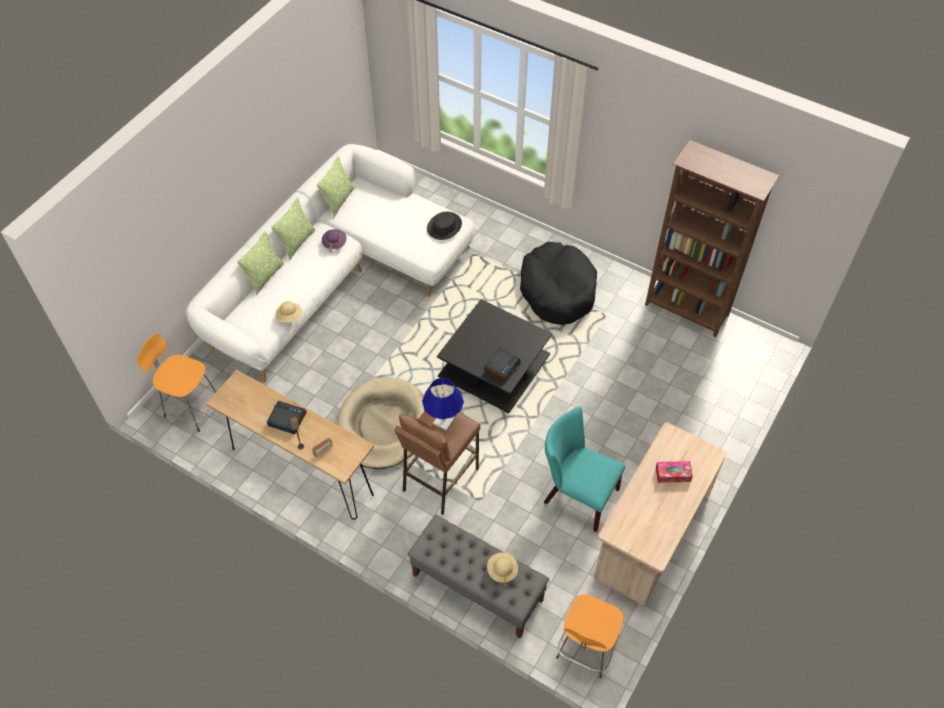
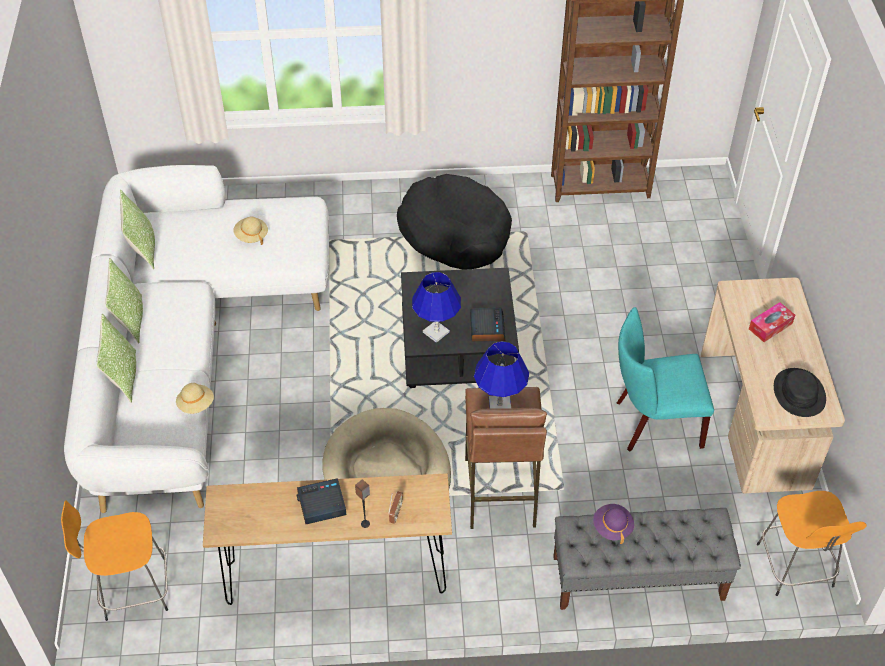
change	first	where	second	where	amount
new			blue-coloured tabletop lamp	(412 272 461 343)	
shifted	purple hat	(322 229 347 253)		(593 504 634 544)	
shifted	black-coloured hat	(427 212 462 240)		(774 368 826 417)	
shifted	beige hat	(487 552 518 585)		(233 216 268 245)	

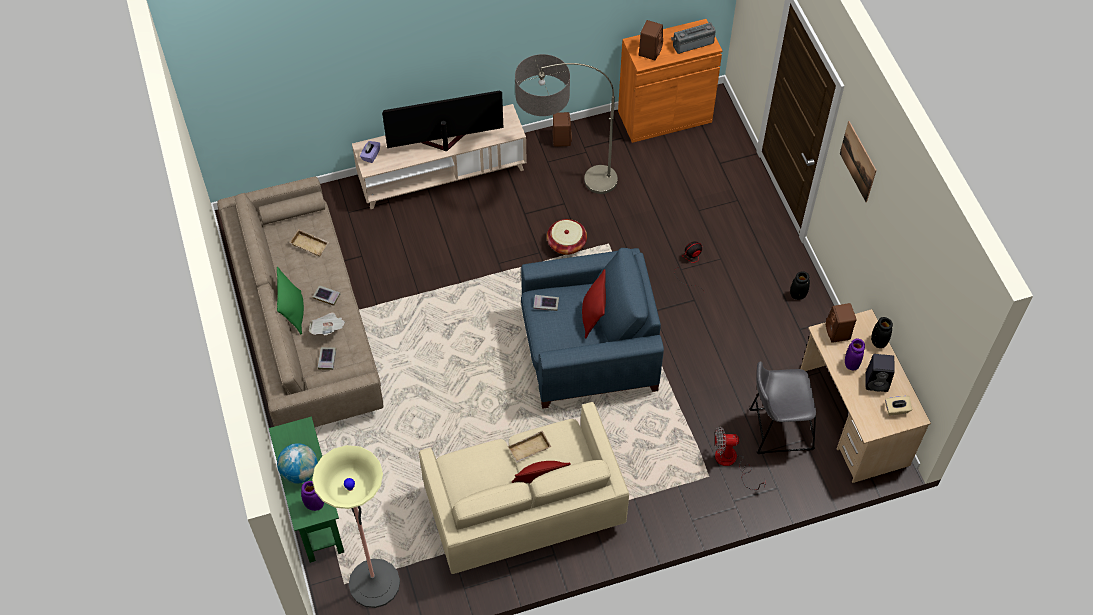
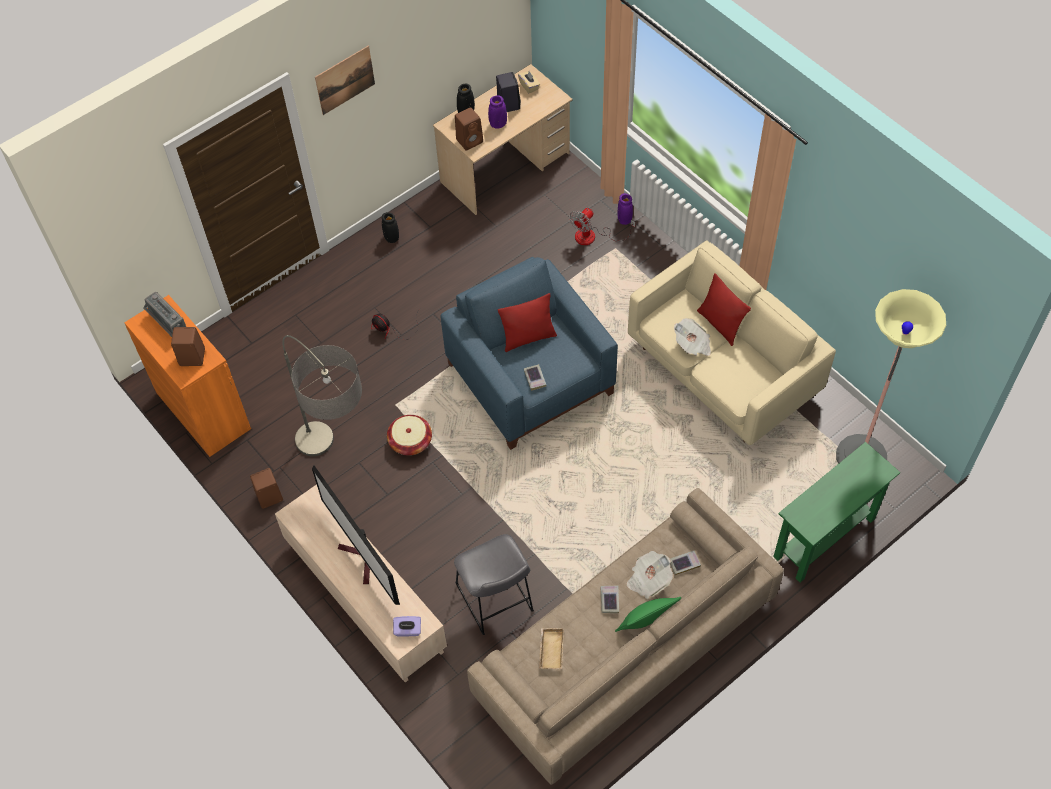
change	first	where	second	where	amount
gone	world globe	(277 443 318 484)			
shifted	purple flower vase	(301 481 324 511)		(617 193 633 225)	
shifted	grey stool	(749 361 816 454)		(454 534 534 635)	
swapped	beige tray	(508 431 551 463)	newspaper	(674 318 711 356)	
rotated	cooling fan	(715 427 766 490)		(570 208 635 245)	60 degrees clockwise

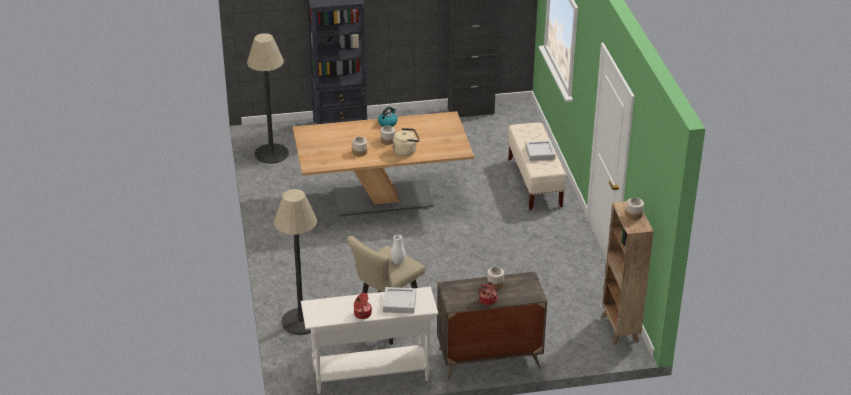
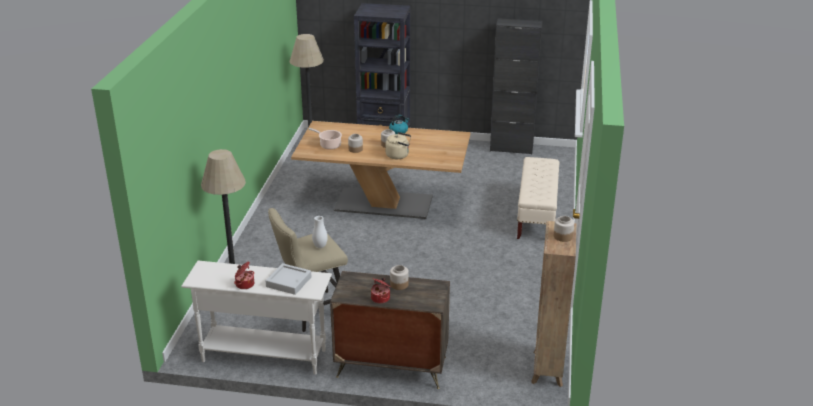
change	first	where	second	where	amount
gone	grey tray	(525 140 556 161)			
new			stockpot	(309 128 342 150)	

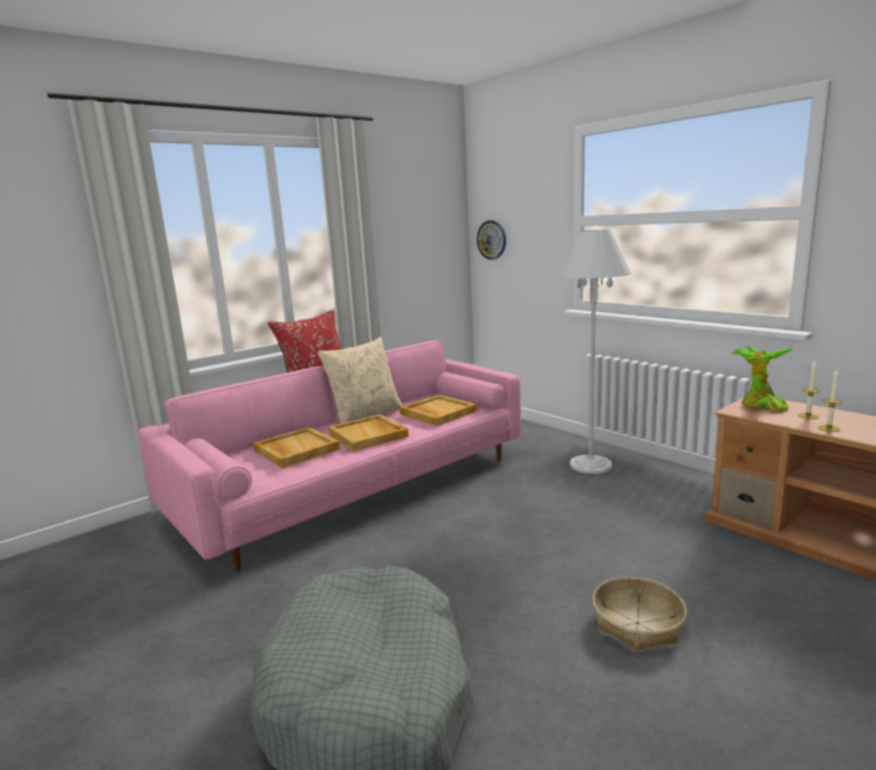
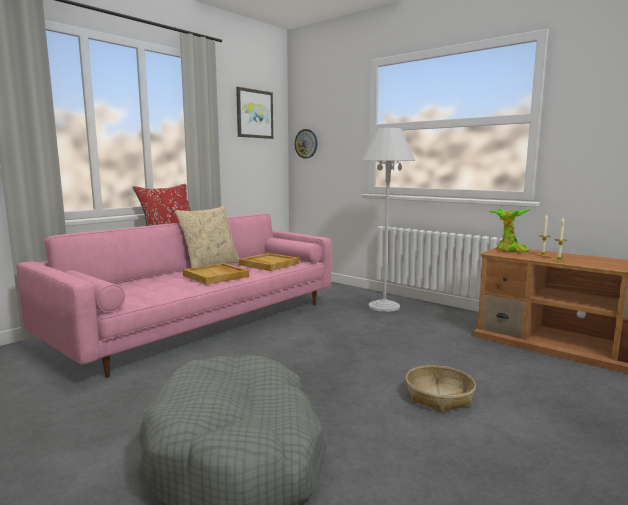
change	first	where	second	where	amount
gone	beige tray	(253 427 340 468)			
new			wall art	(236 87 273 139)	

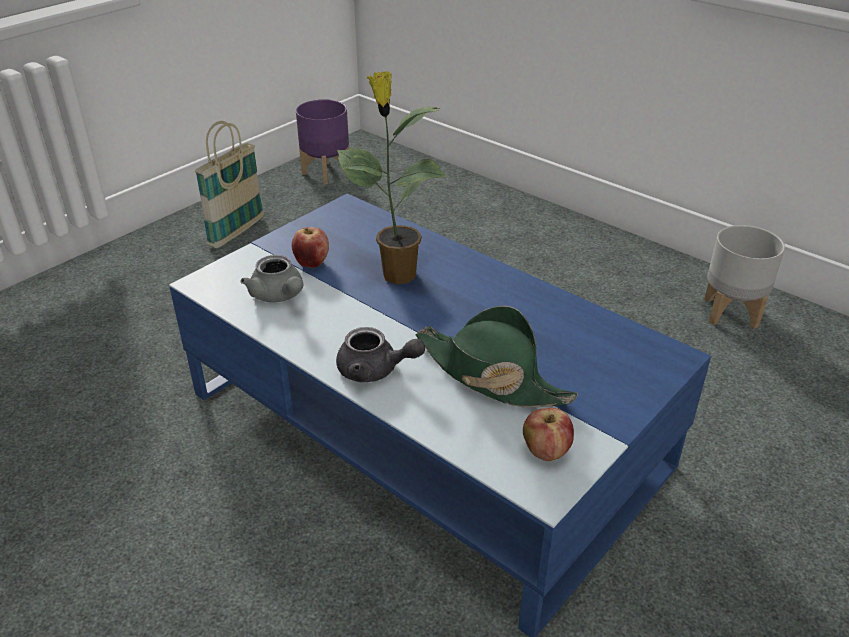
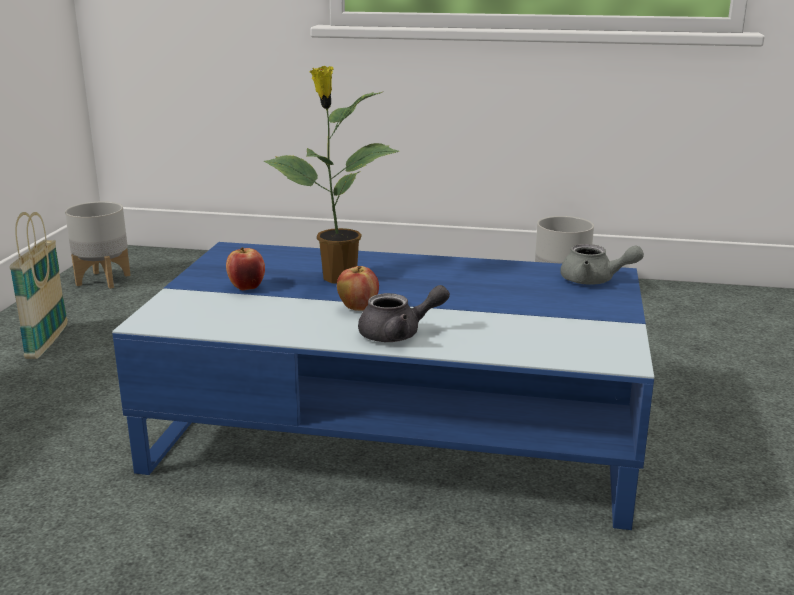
change	first	where	second	where	amount
gone	greenish hat	(416 306 578 407)			
shifted	grey tea pot	(240 255 304 303)		(560 244 644 285)	
shifted	apple	(523 408 574 461)		(337 266 379 311)	
repainted	purple planter	(296 99 349 184)	grey planter	(65 202 131 289)	

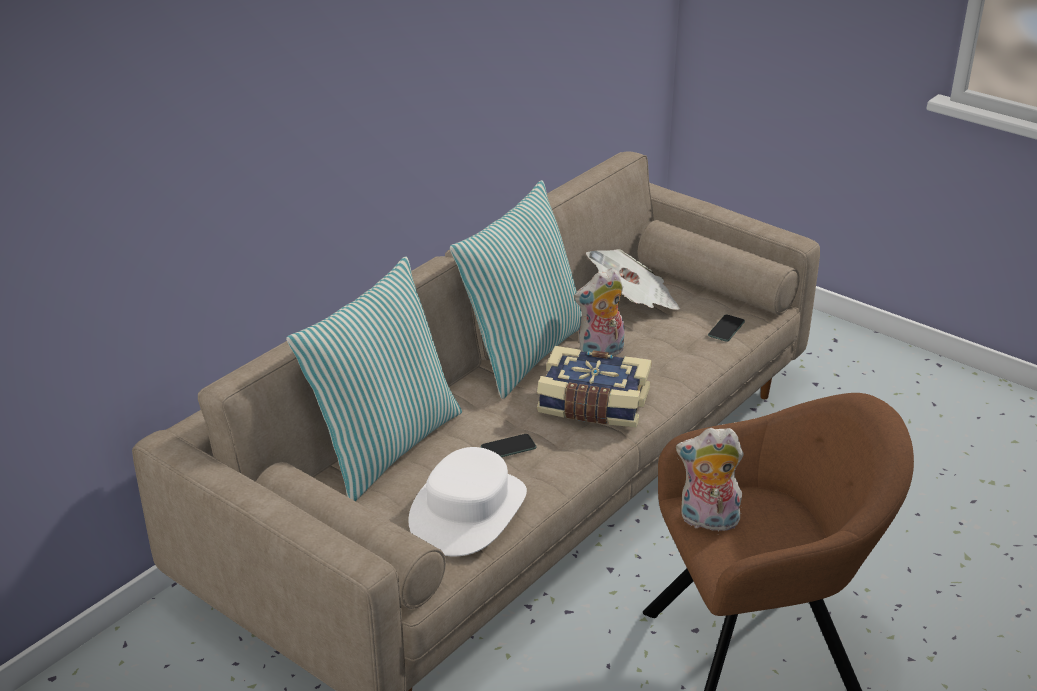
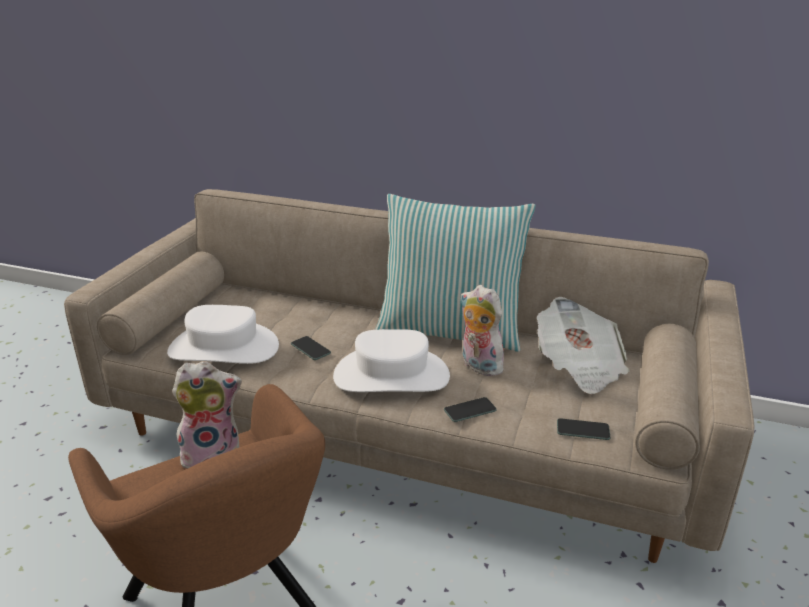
change	first	where	second	where	amount
gone	cushion	(286 256 462 501)			
new			phone	(444 397 497 422)	
swapped	volume	(537 346 652 427)	whitish hat	(333 329 450 392)	
rotated	soft toy	(676 428 744 531)		(172 361 242 469)	90 degrees clockwise

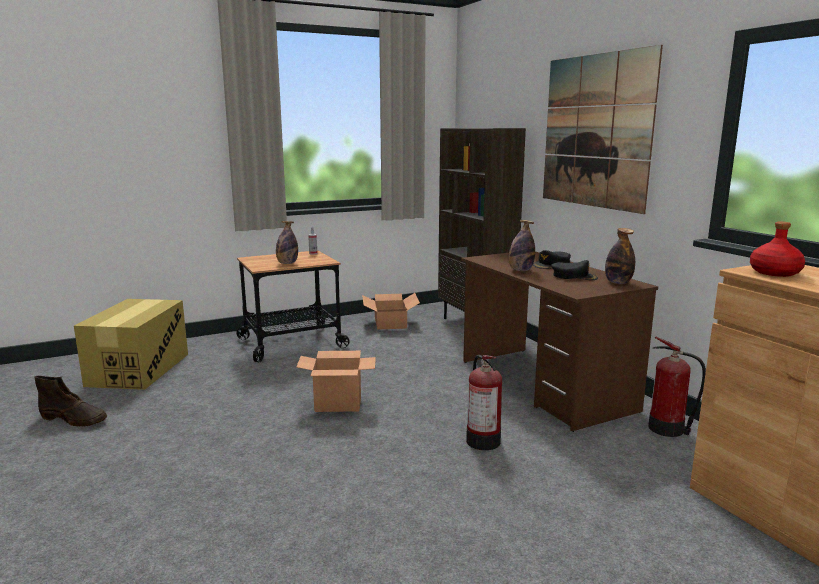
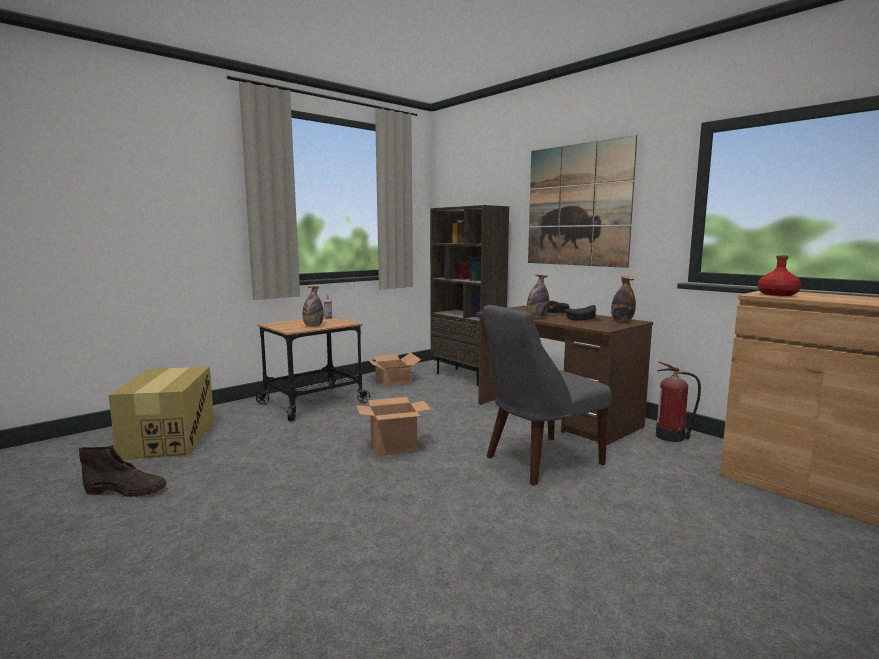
change	first	where	second	where	amount
swapped	extinguisher	(466 355 502 450)	grey plain chair	(483 305 611 486)	

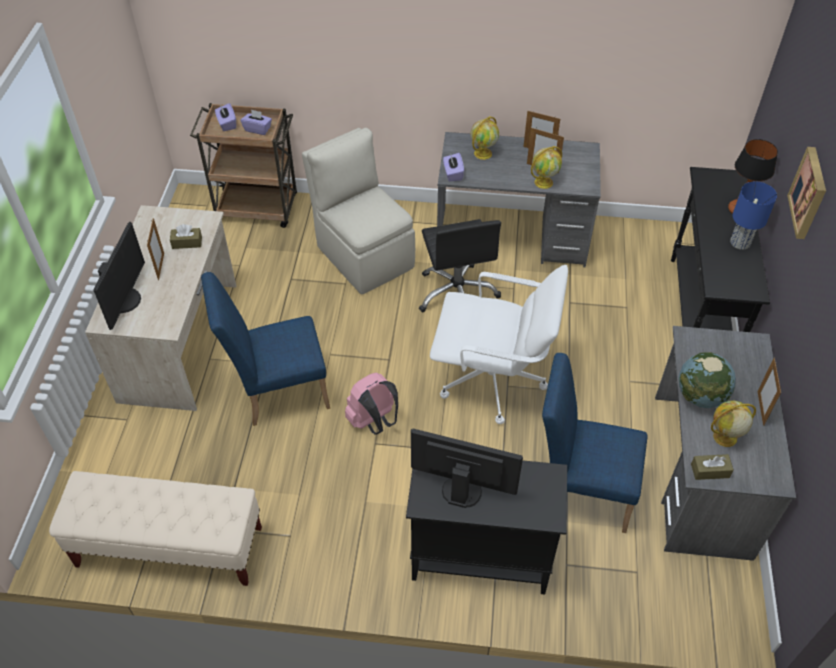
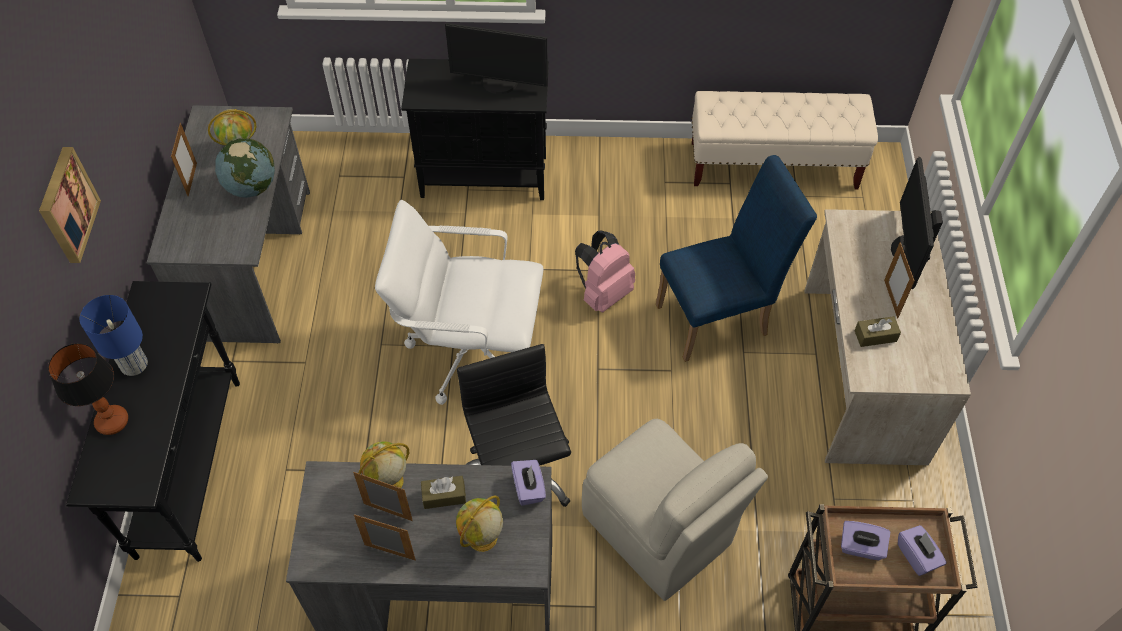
change	first	where	second	where	amount
gone	blue-coloured plain chair	(542 353 648 533)			
shifted	brown tissue box	(691 454 734 480)		(421 476 466 509)	

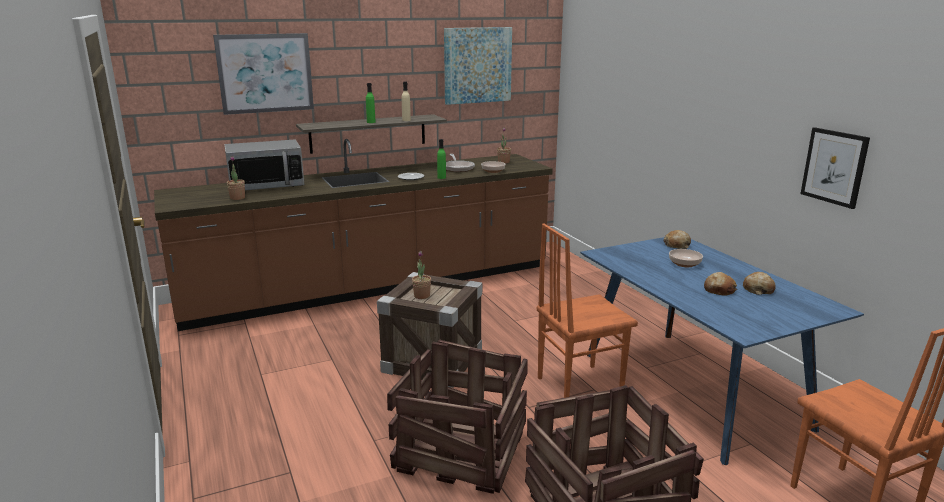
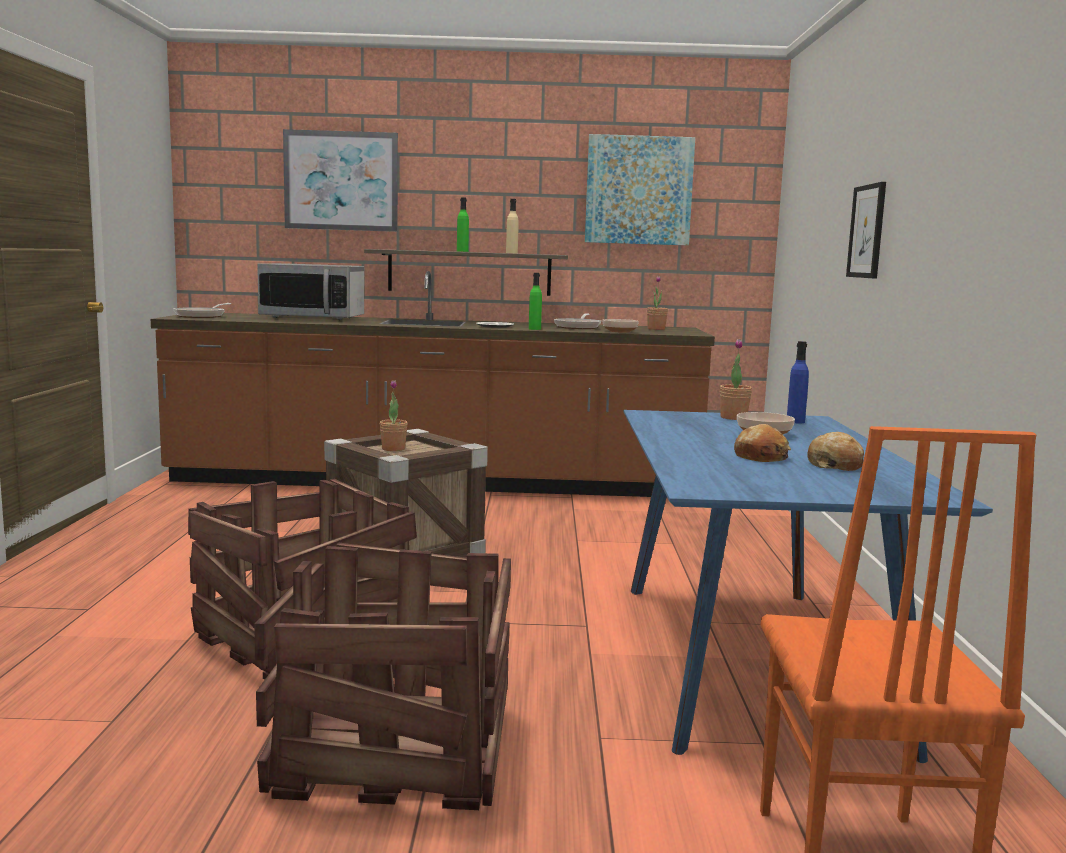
change	first	where	second	where	amount
gone	orange plain chair	(537 223 638 398)			
new			skillet	(173 303 231 318)	
shifted	plant in a pot	(227 156 245 200)		(720 339 752 420)	
shifted	wall art	(800 127 870 209)		(846 182 886 279)	
swapped	bakery bread	(663 230 691 249)	blue-coloured beverage bottle	(787 341 809 423)	

